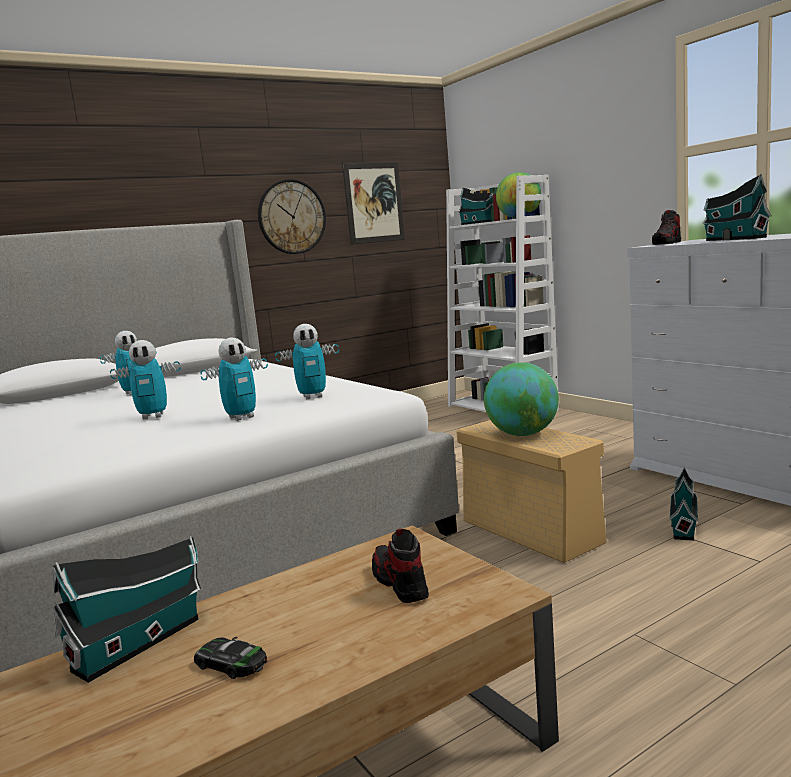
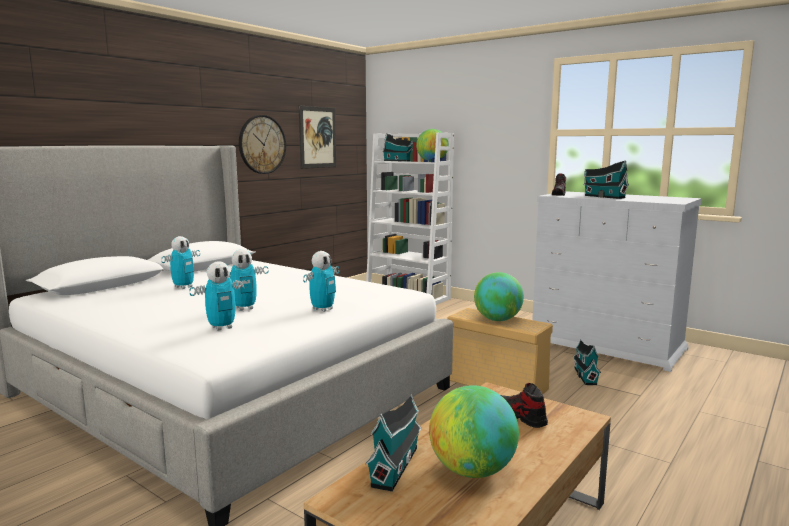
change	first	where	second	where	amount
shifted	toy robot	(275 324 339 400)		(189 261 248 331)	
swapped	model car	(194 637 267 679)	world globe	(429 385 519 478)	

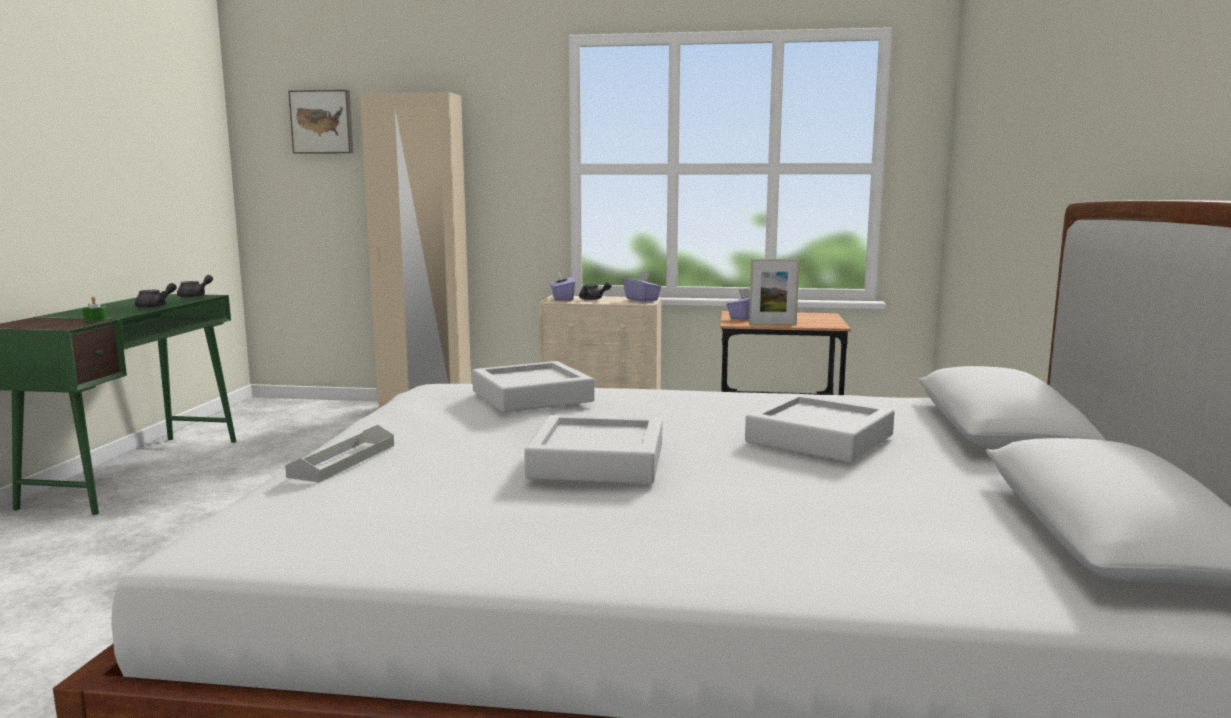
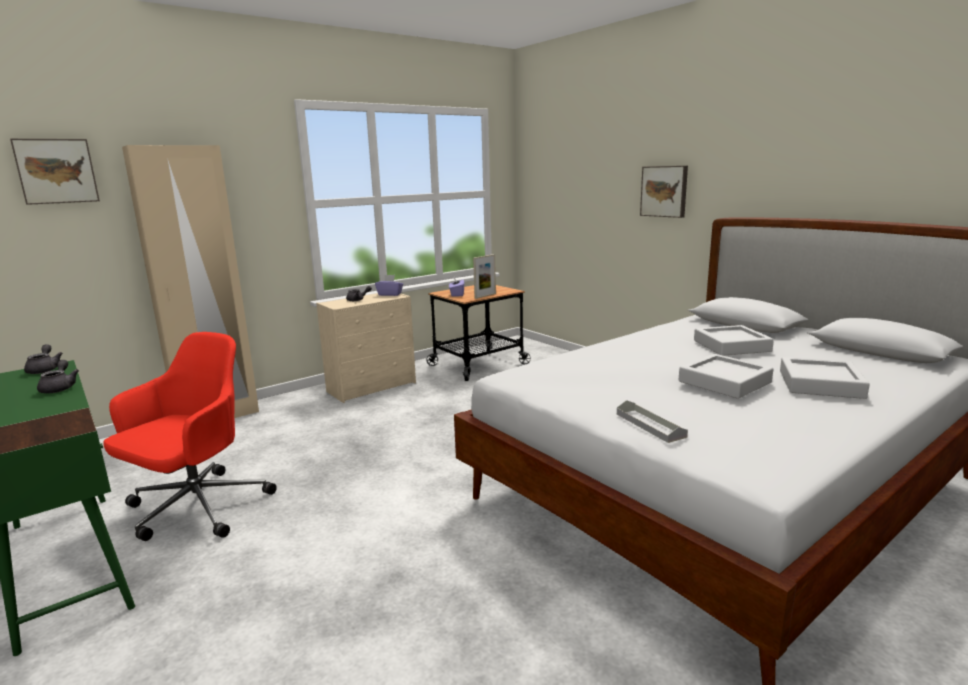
change	first	where	second	where	amount
gone	greenish wax light	(83 296 108 322)			
gone	purple tissue box	(550 273 575 301)			
new			red-coloured computer chair	(103 332 277 541)	
new			wall art	(640 166 688 218)	
shifted	grey tray	(472 361 595 412)		(780 357 870 399)	

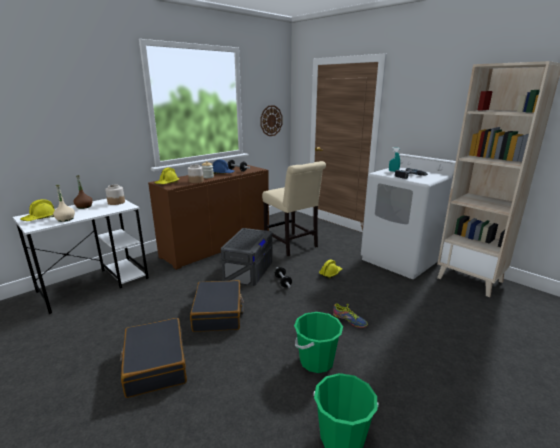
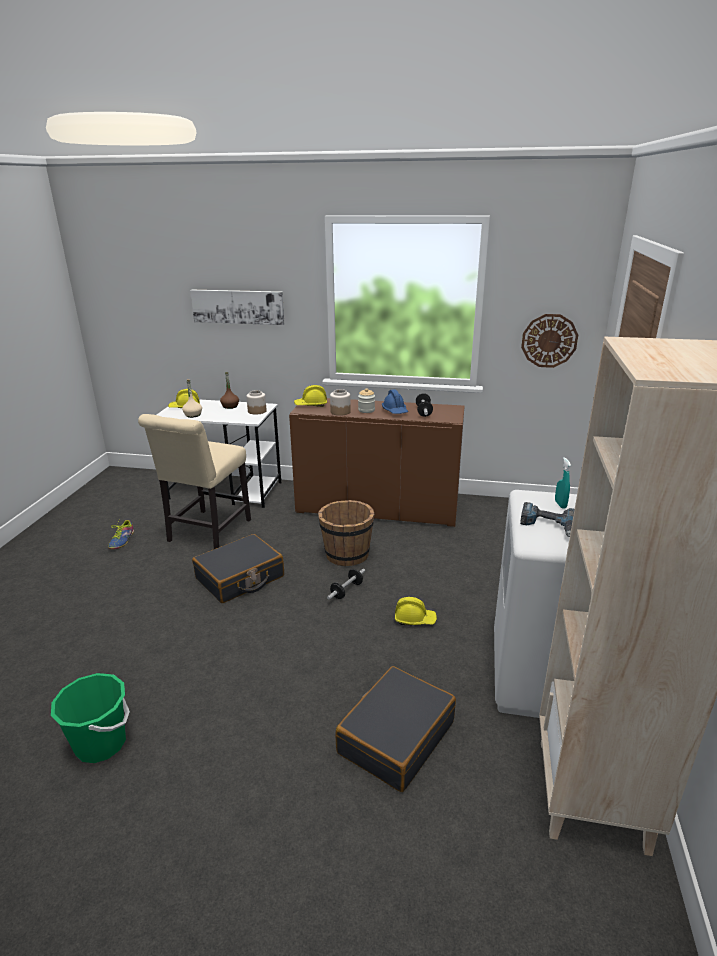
change	first	where	second	where	amount
gone	greenish water bucket	(294 312 343 373)			
new			wall art	(190 290 284 325)	
shifted	black-coloured piece of luggage	(120 318 187 398)		(335 666 456 792)	
shifted	beige plain chair	(262 161 326 256)		(138 414 251 549)	
shifted	low shoe	(333 303 368 328)		(108 520 134 549)	
swapped	grey storage box	(221 228 273 286)	brown water bucket	(318 500 374 566)	

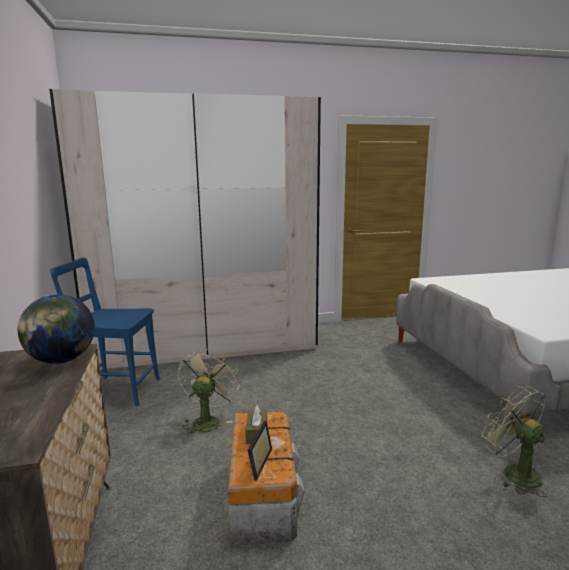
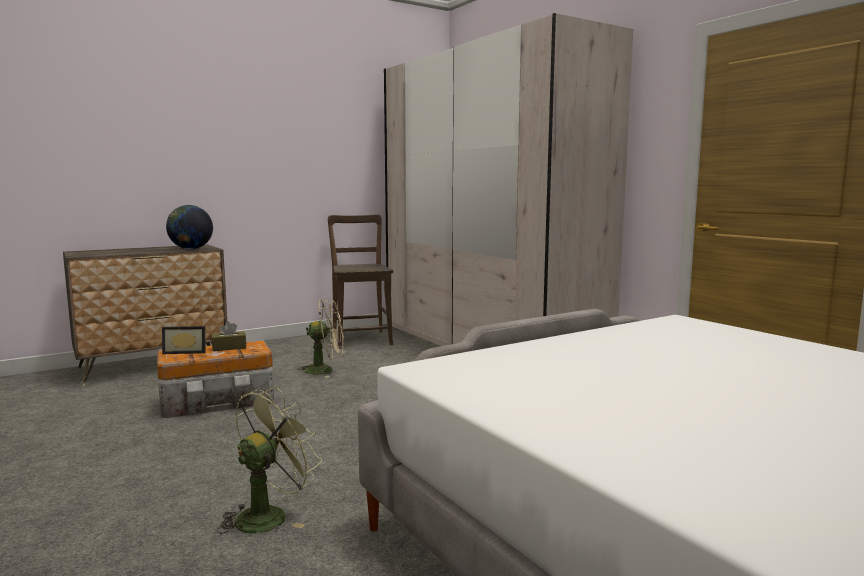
change	first	where	second	where	amount
repainted	blue-coloured plain chair	(50 257 160 406)	brown plain chair	(328 215 393 349)	

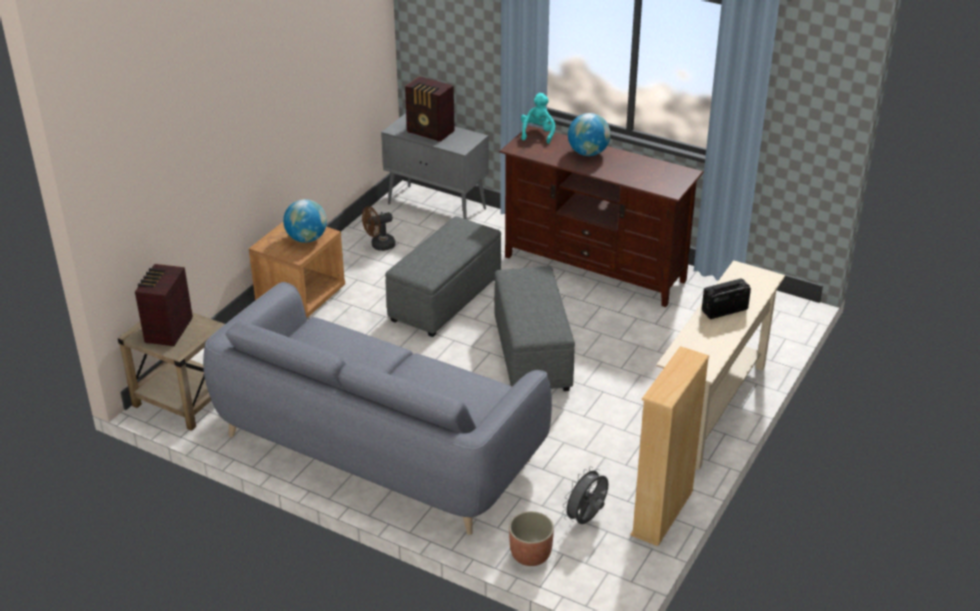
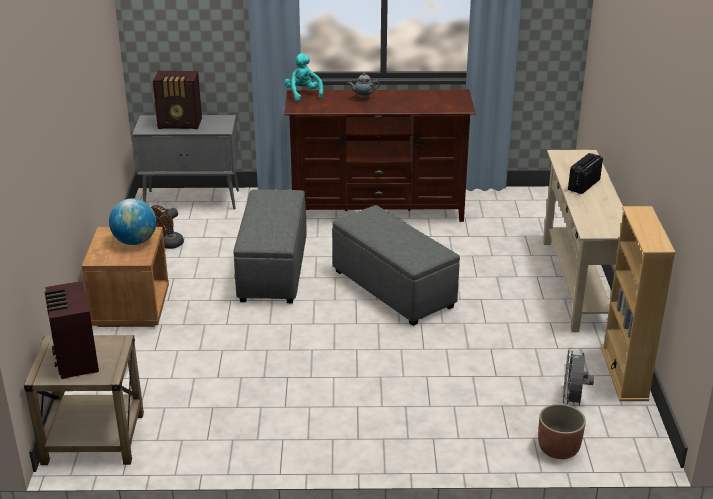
change	first	where	second	where	amount
gone	grey couch	(203 282 552 535)			
swapped	world globe	(568 113 610 156)	tea pot	(348 73 380 98)	

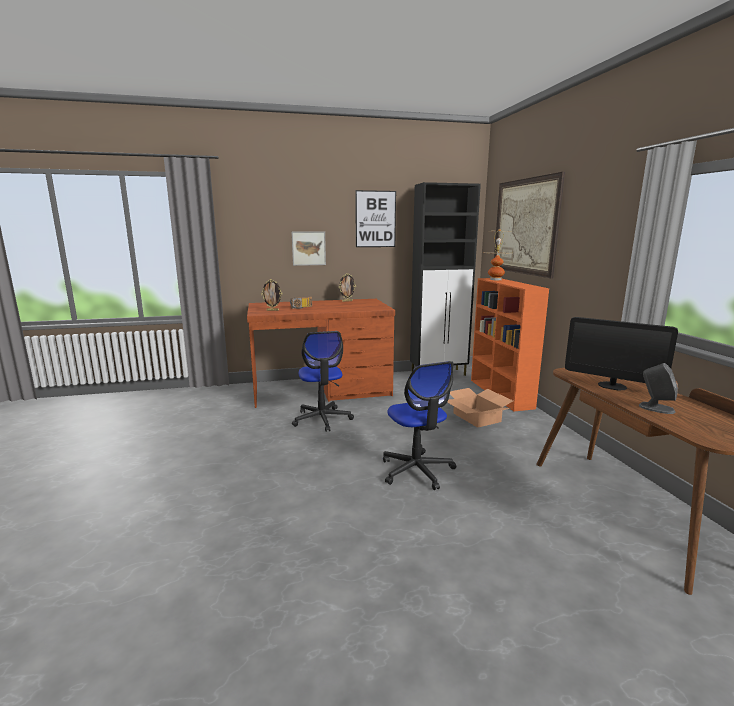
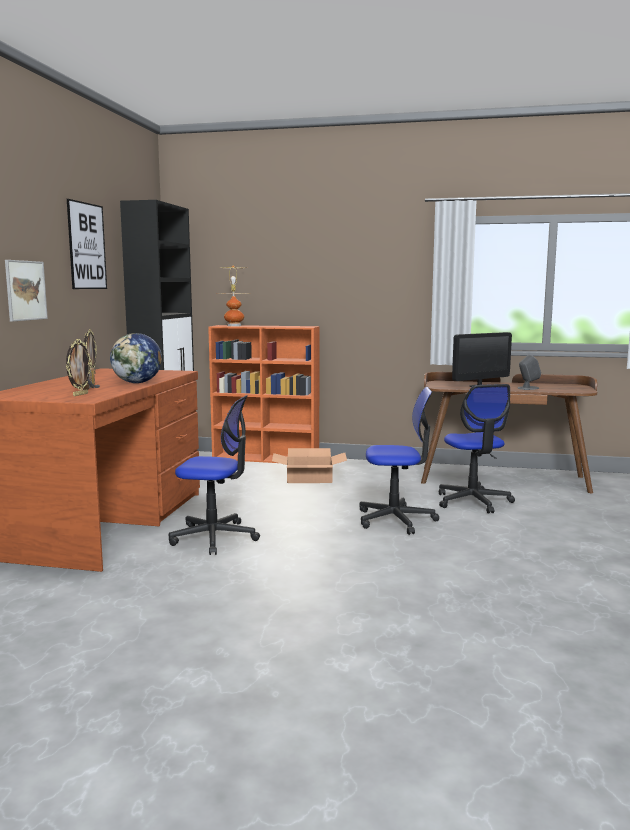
change	first	where	second	where	amount
gone	wall art	(494 172 565 278)			
new			world globe	(110 333 162 383)	
new			computer chair	(439 384 515 514)	

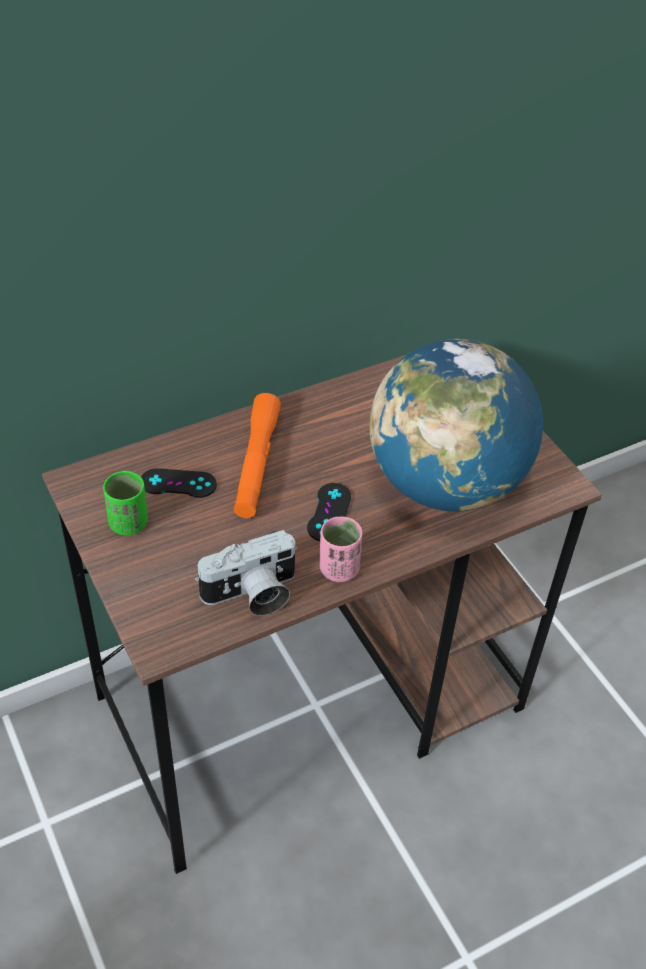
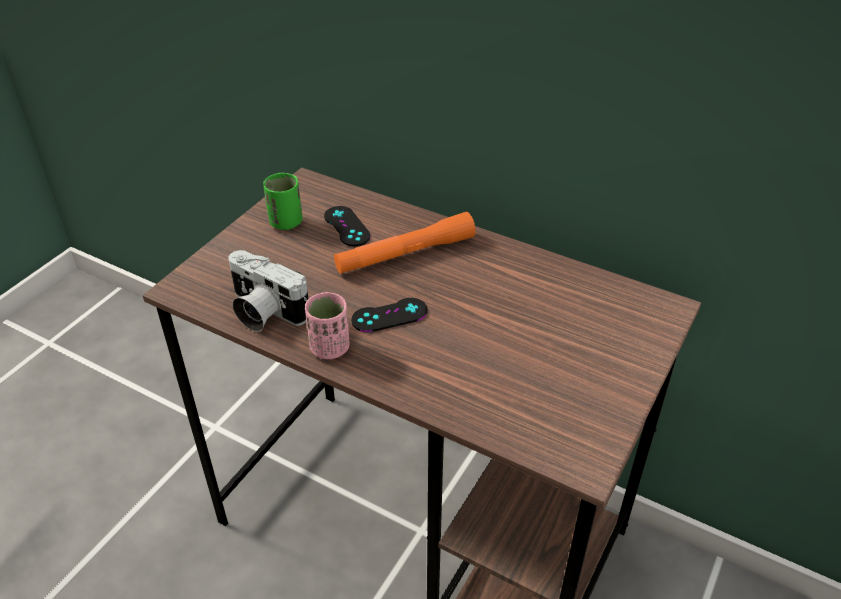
change	first	where	second	where	amount
gone	world globe	(370 339 543 511)			

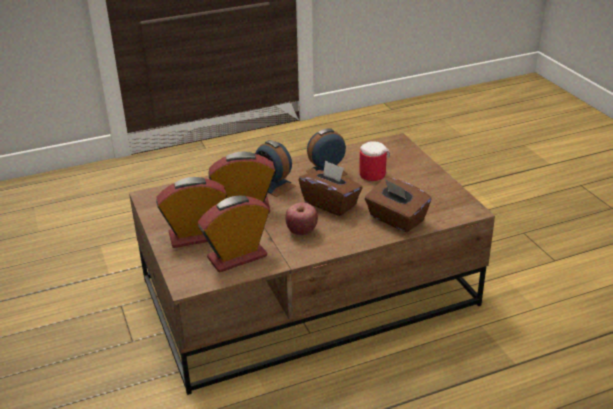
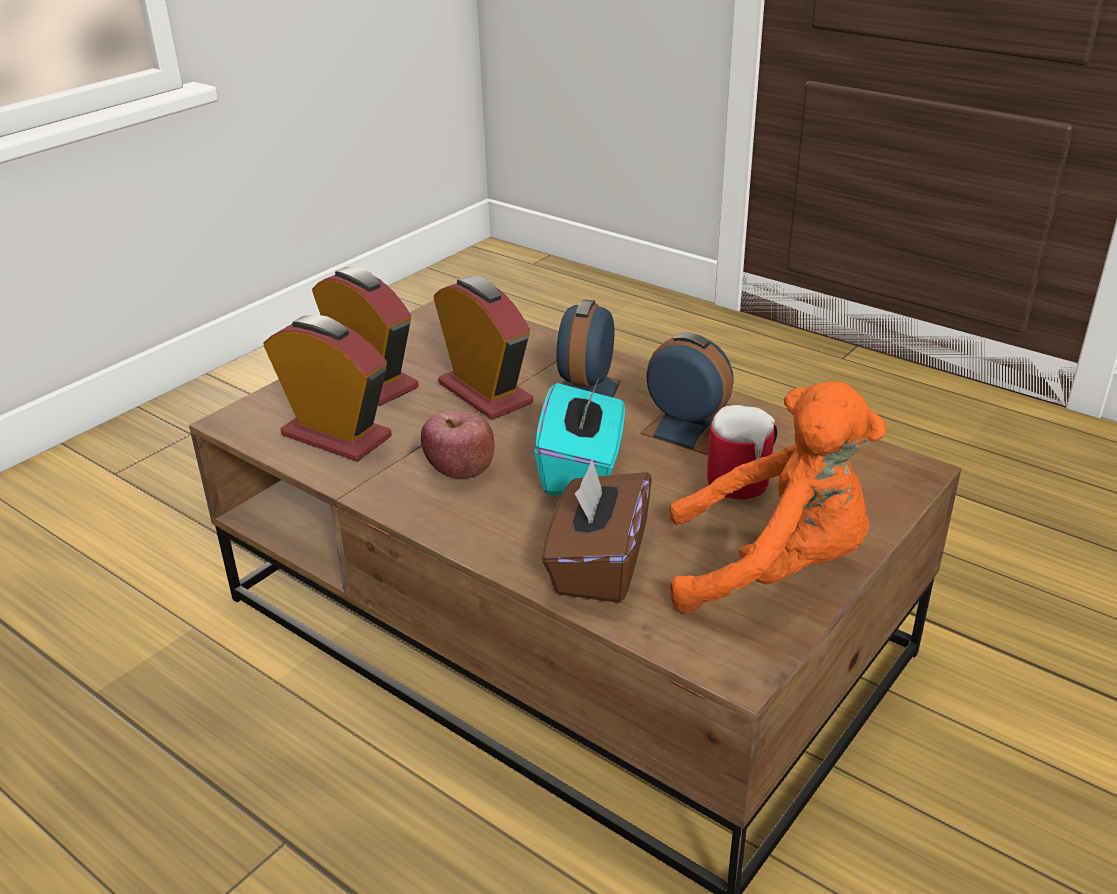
change	first	where	second	where	amount
new			orange soft toy	(669 382 886 613)	
repainted	brown tissue box	(299 160 363 216)	turquoise-coloured tissue box	(535 377 625 495)	

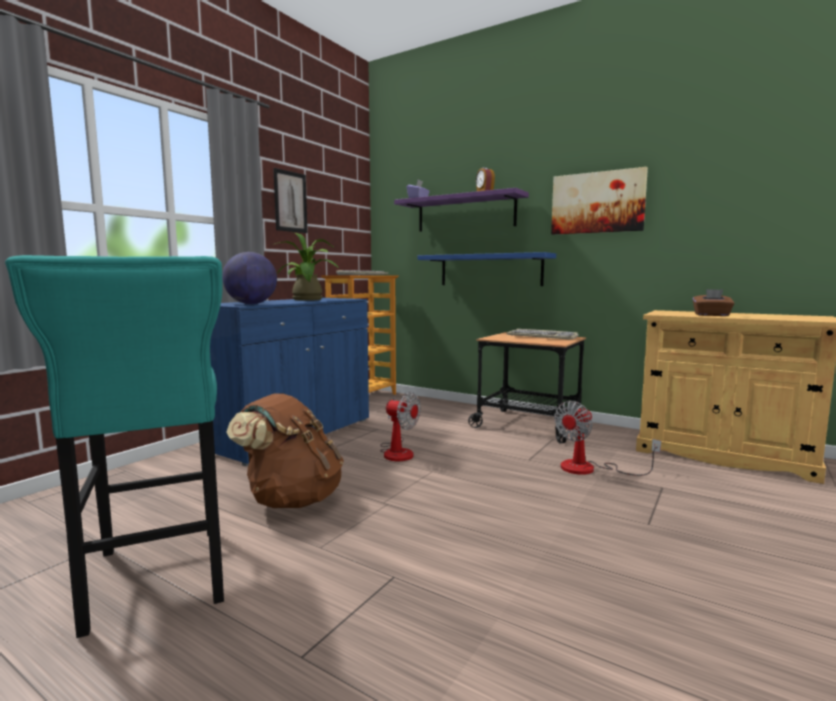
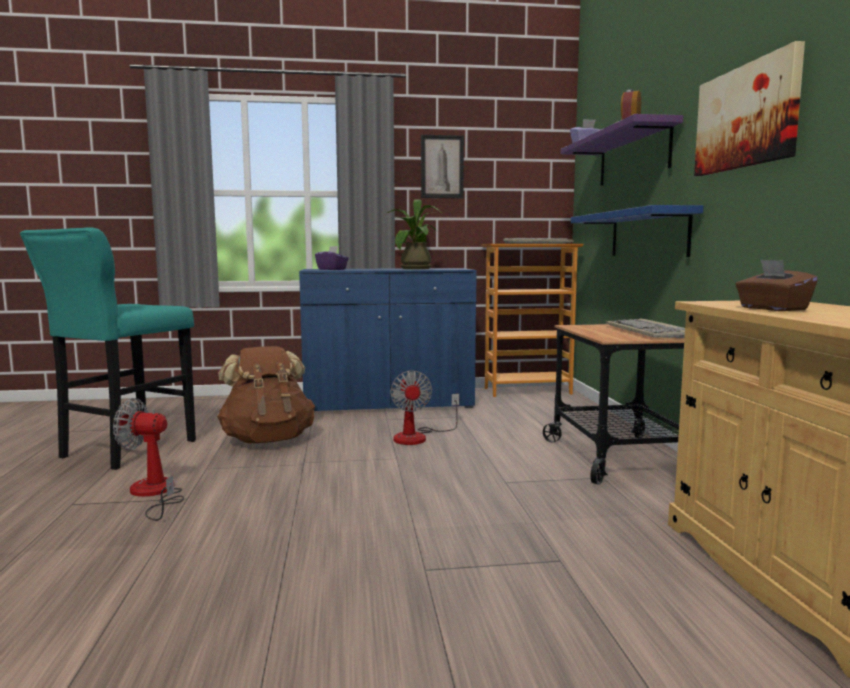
change	first	where	second	where	amount
shifted	cooling fan	(554 401 661 476)		(113 398 184 521)	
swapped	world globe	(222 252 277 304)	purple tissue box	(315 246 349 270)	

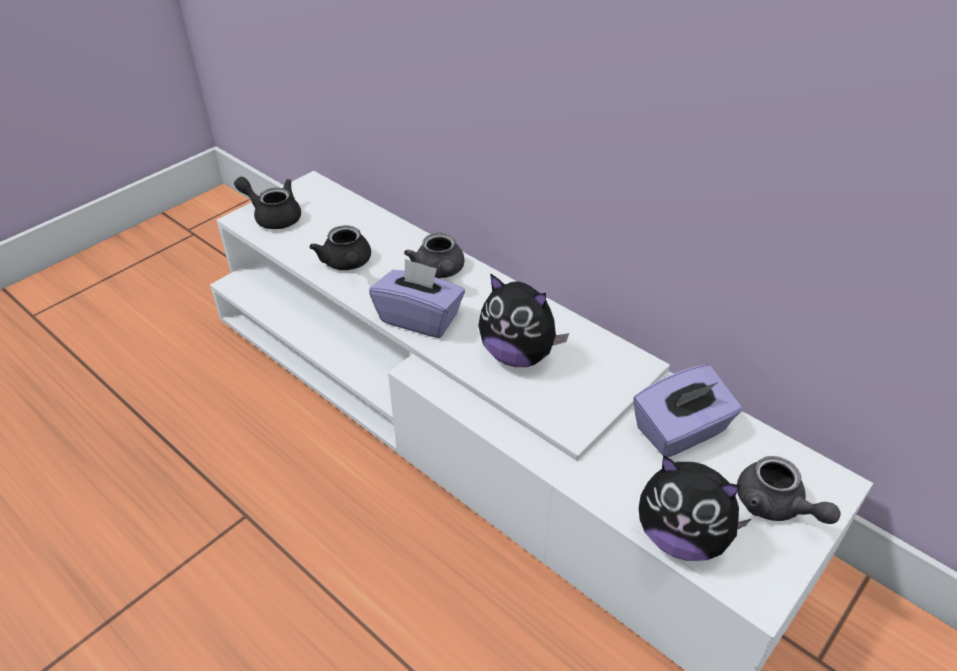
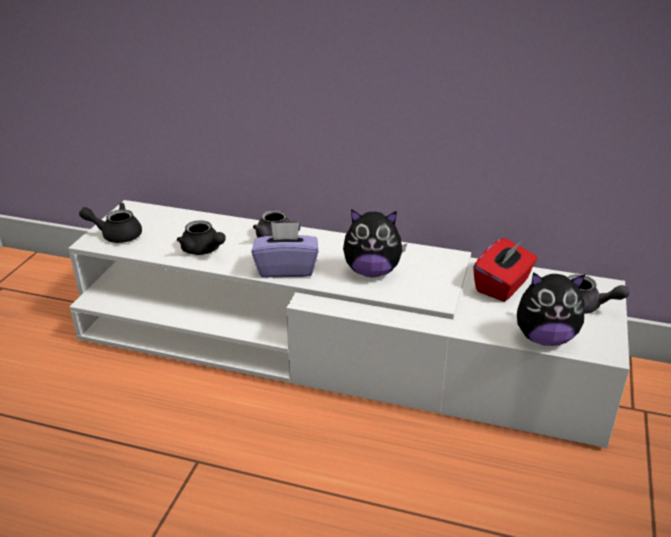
change	first	where	second	where	amount
repainted	purple tissue box	(633 365 742 457)	red-coloured tissue box	(473 238 538 302)	

